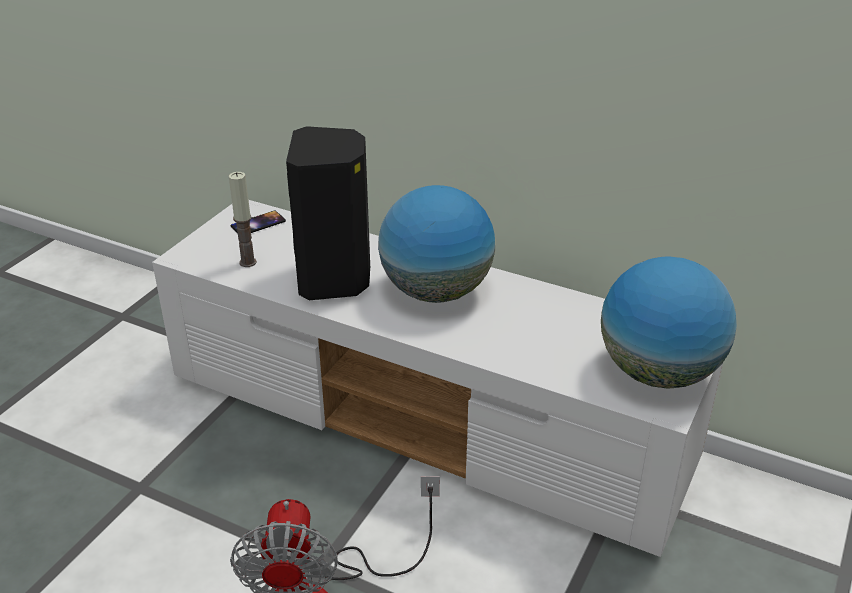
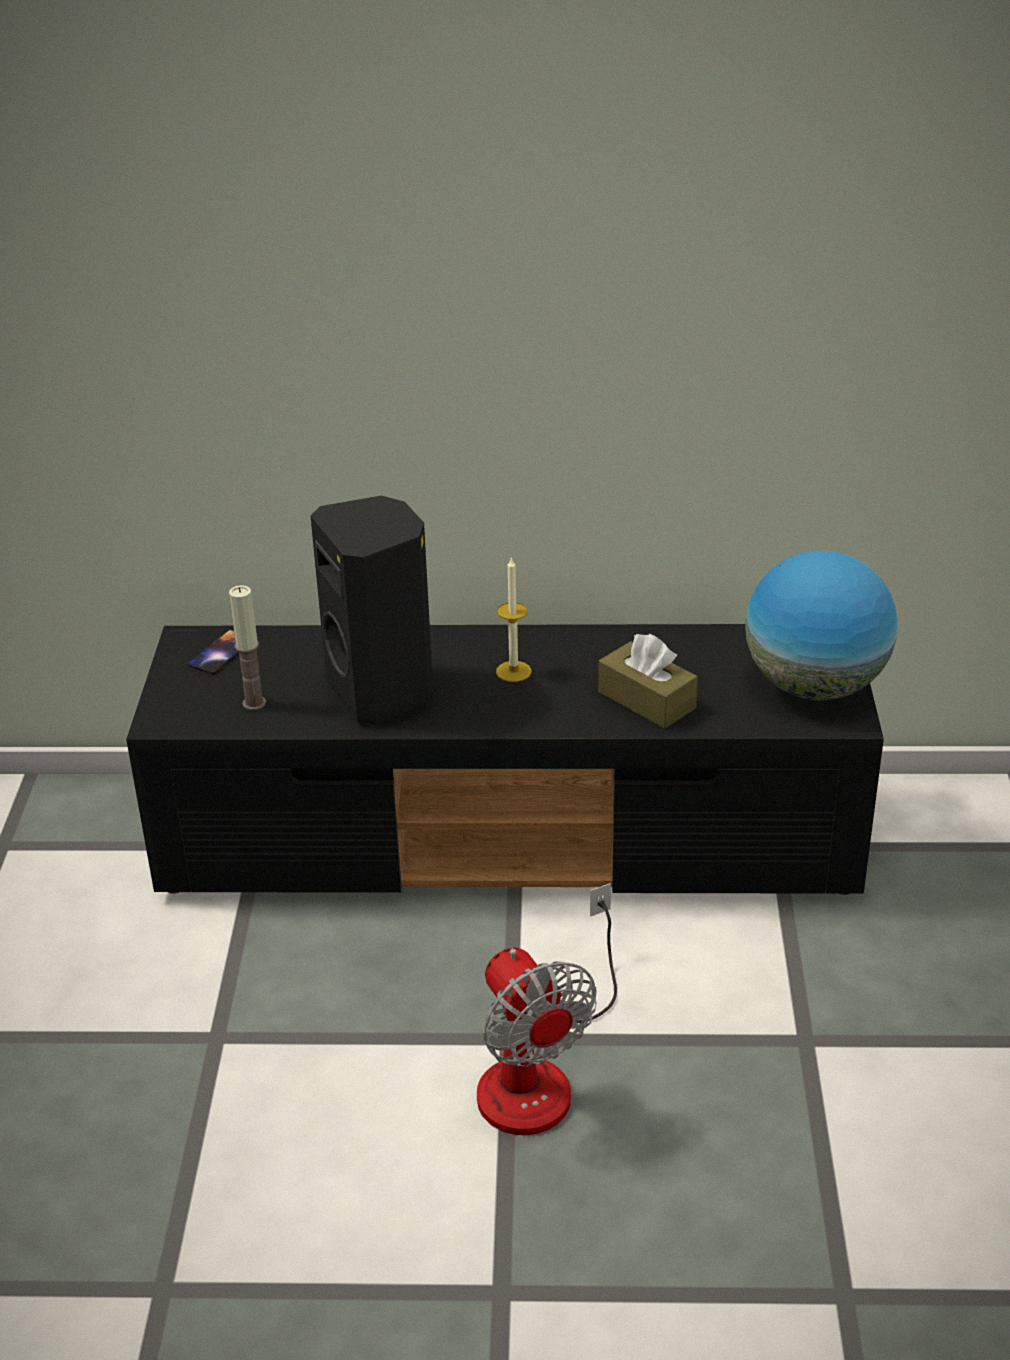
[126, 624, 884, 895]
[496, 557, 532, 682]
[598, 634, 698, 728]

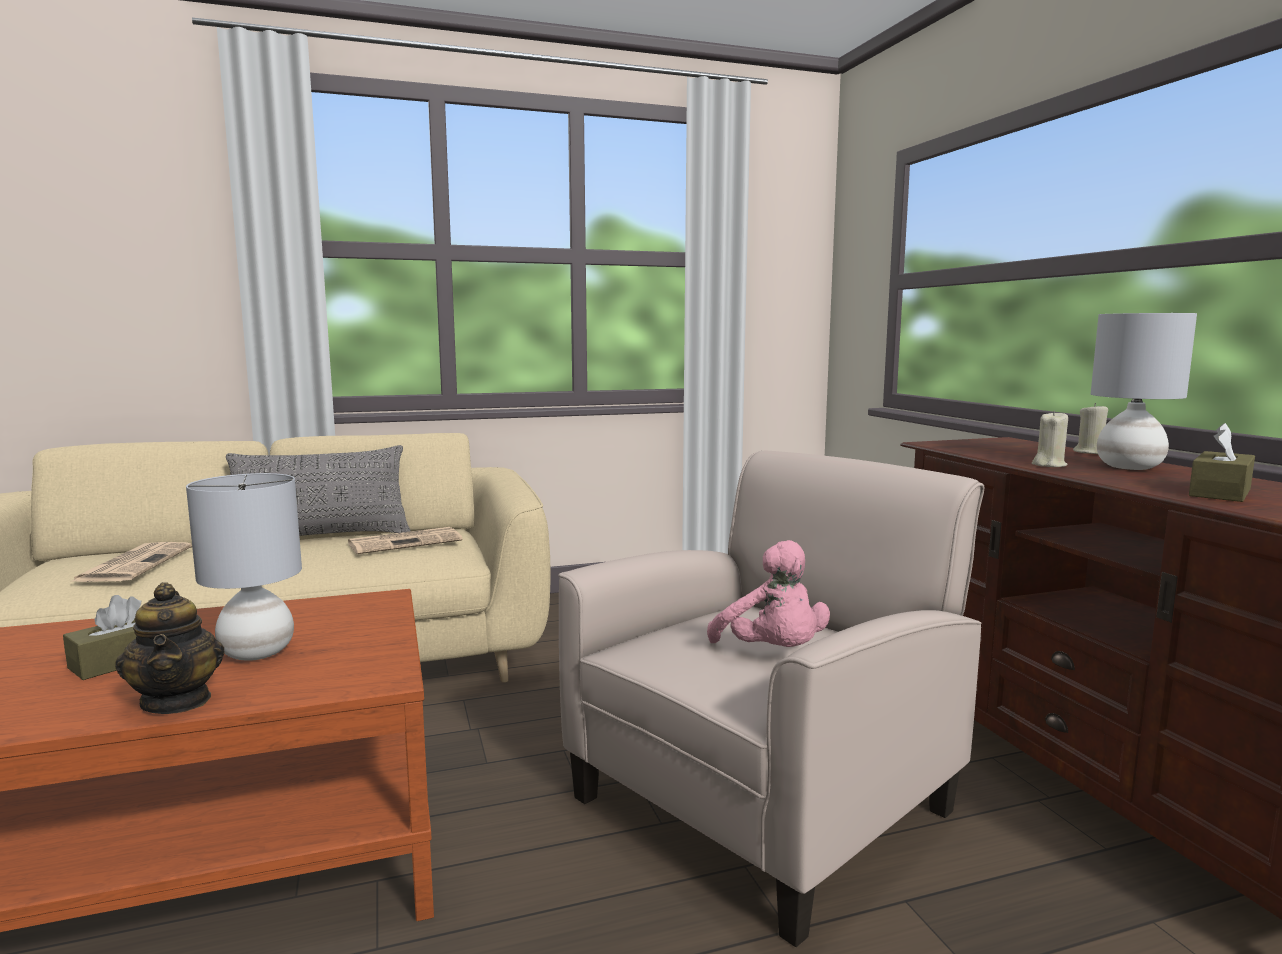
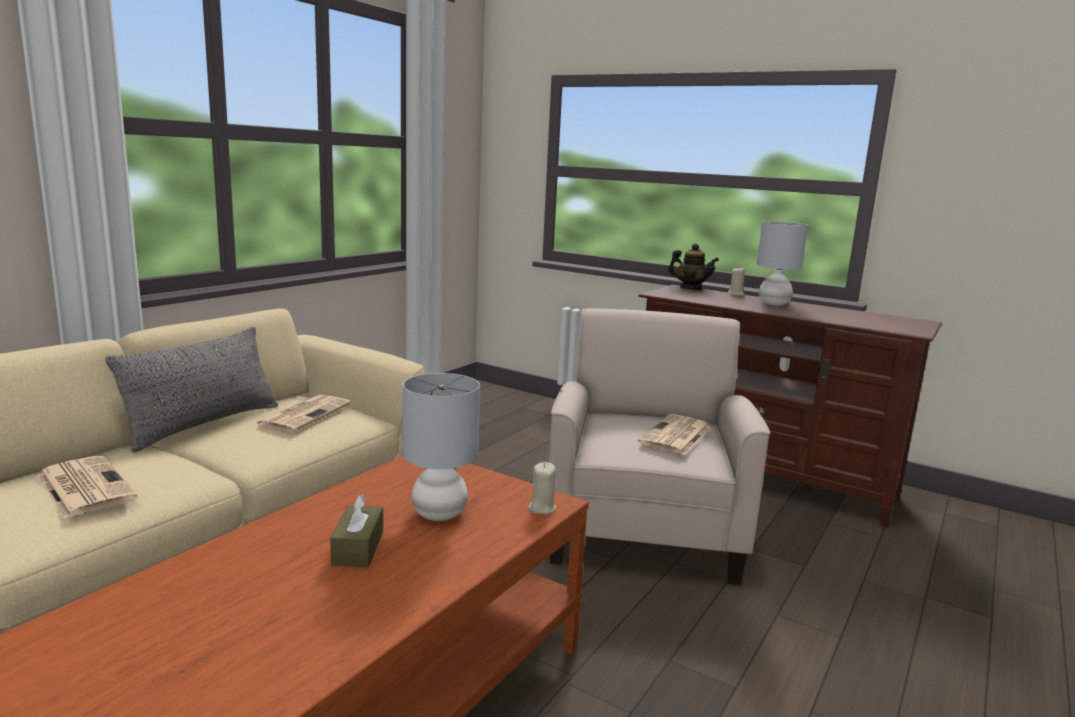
[668, 243, 719, 290]
[638, 414, 711, 455]
[528, 462, 556, 514]
[1189, 423, 1255, 502] (first image)

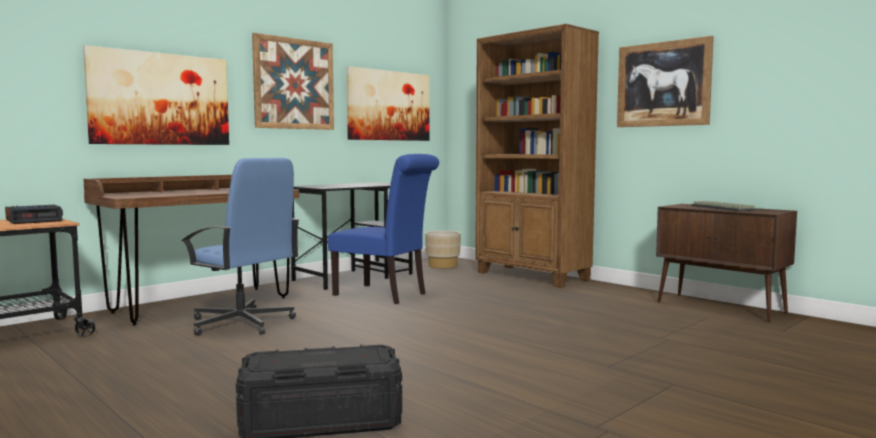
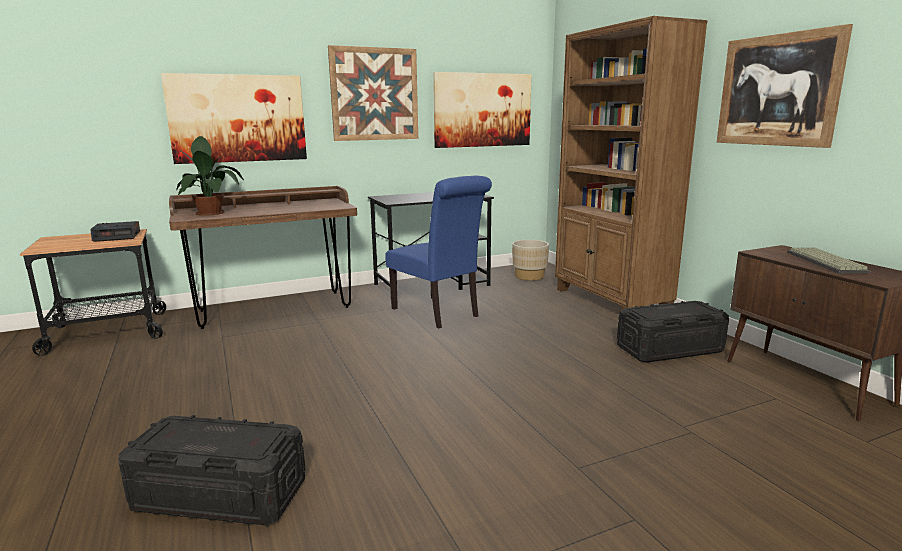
[181, 158, 300, 336] (first image)
[176, 136, 244, 216]
[617, 301, 729, 363]

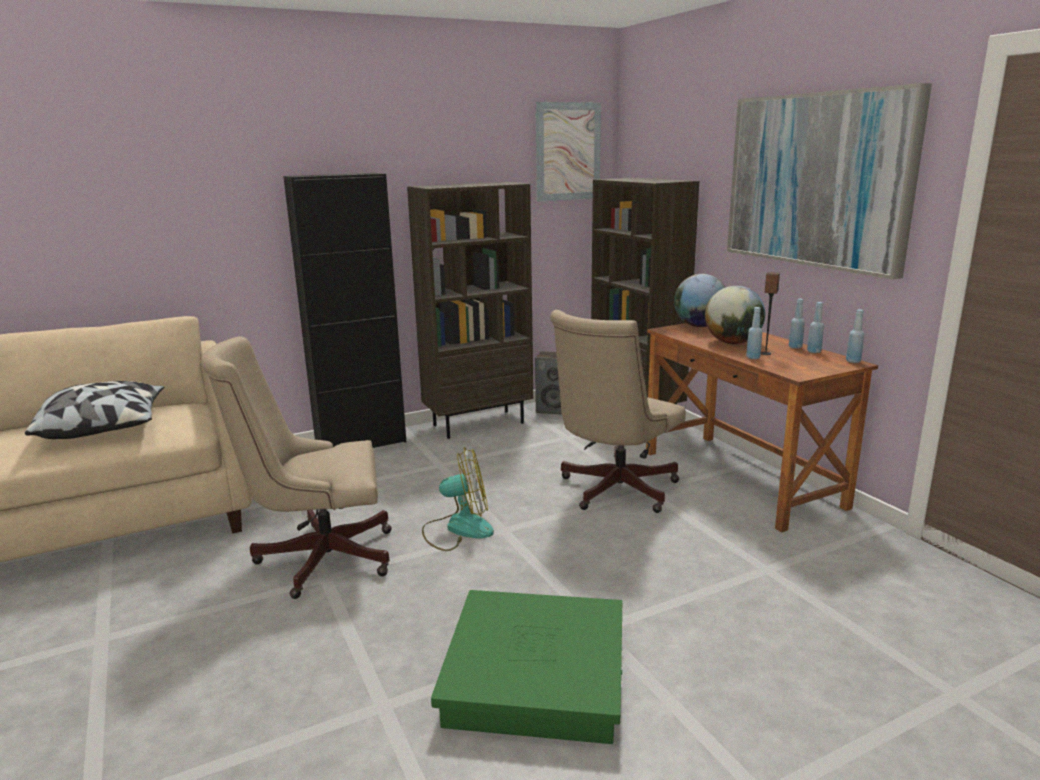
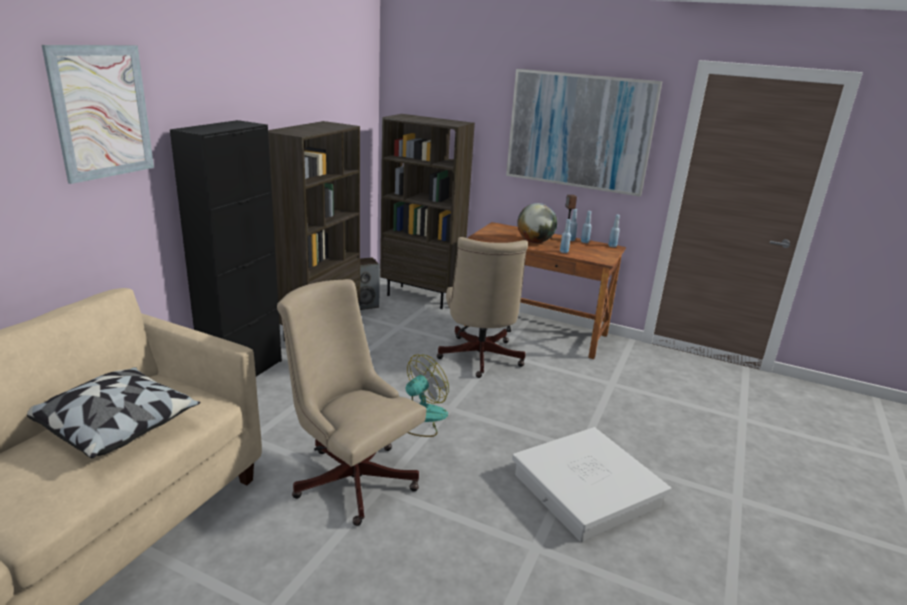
[277, 279, 426, 526]
[512, 427, 671, 542]
[42, 45, 154, 184]
[674, 274, 725, 327] (first image)

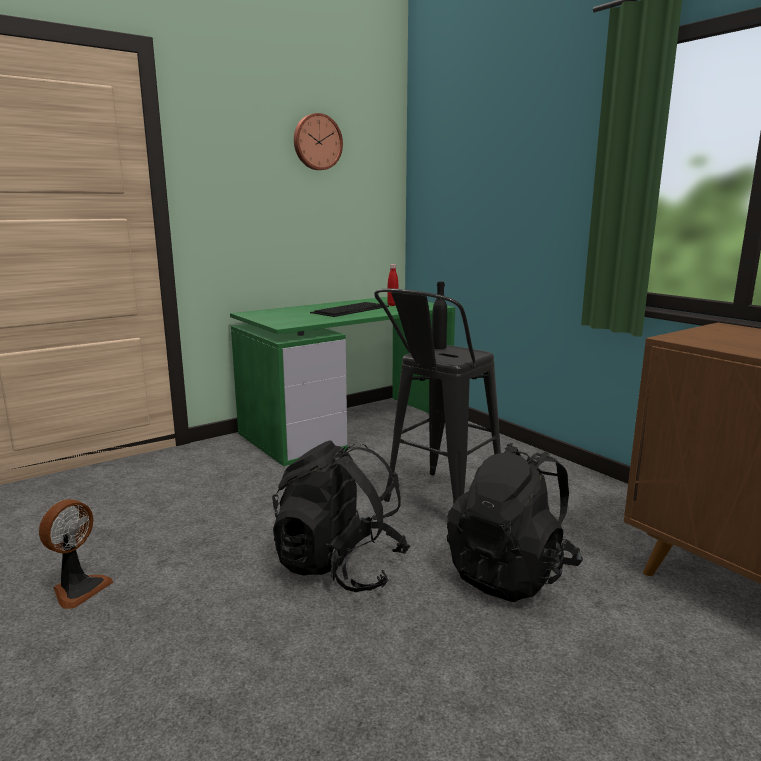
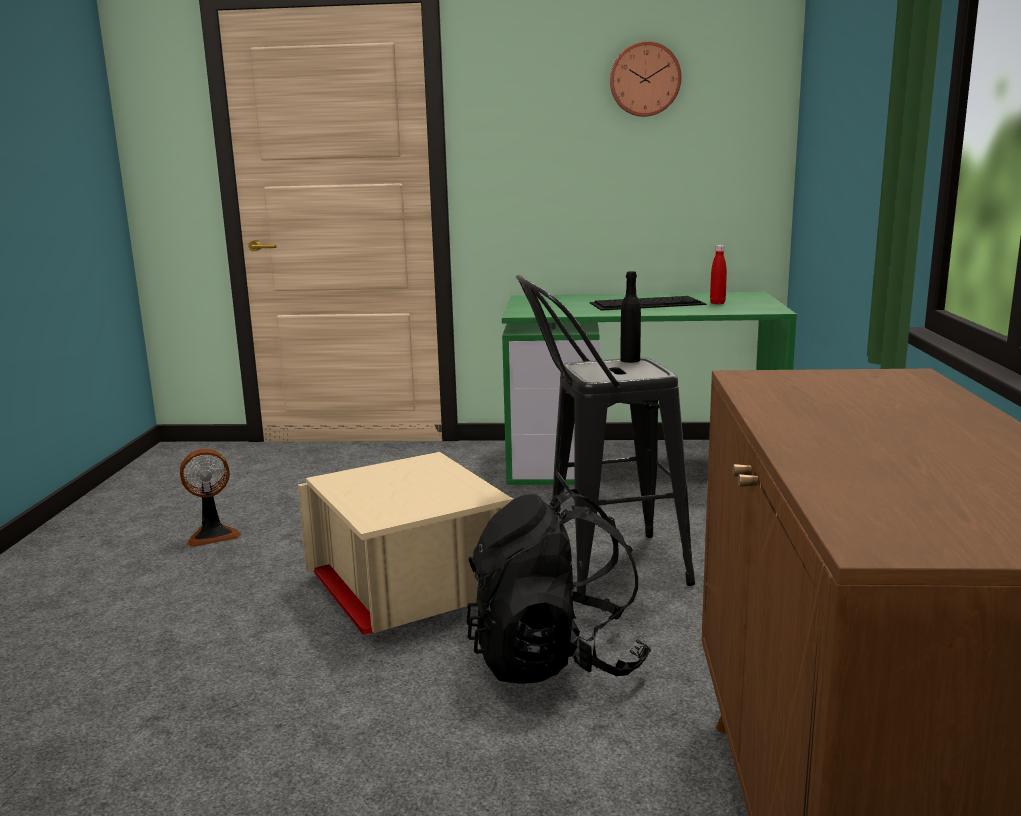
[298, 452, 513, 635]

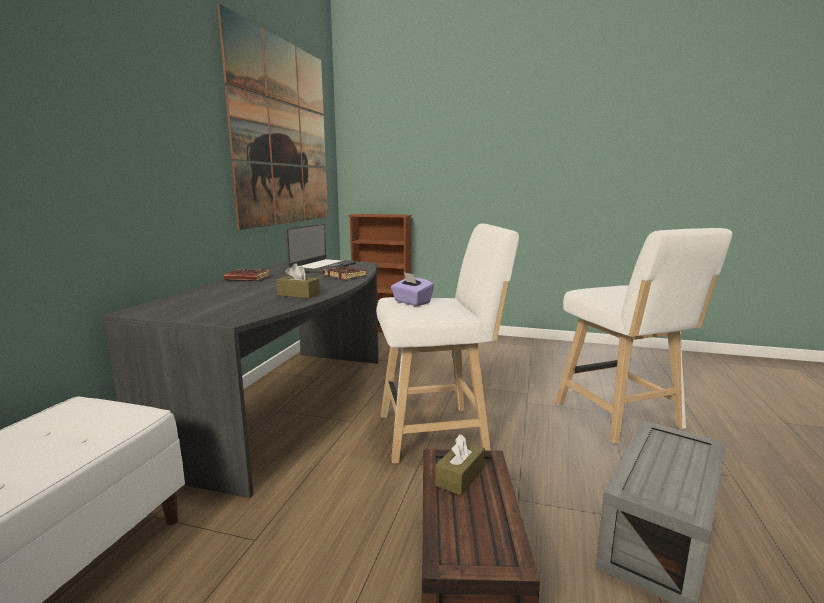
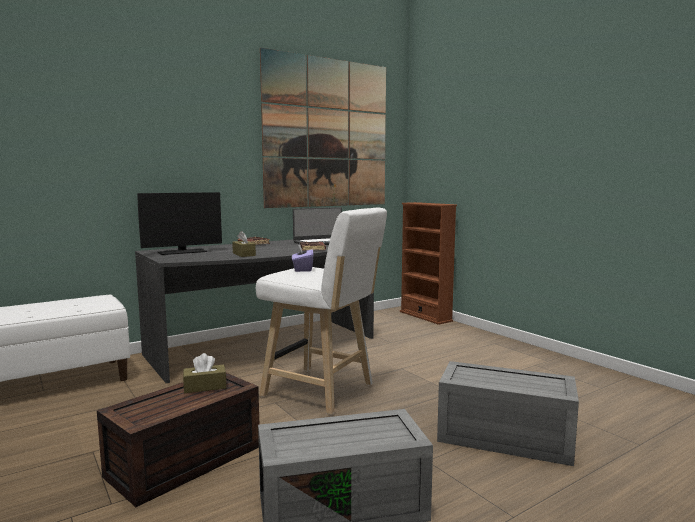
[437, 361, 579, 466]
[137, 192, 222, 255]

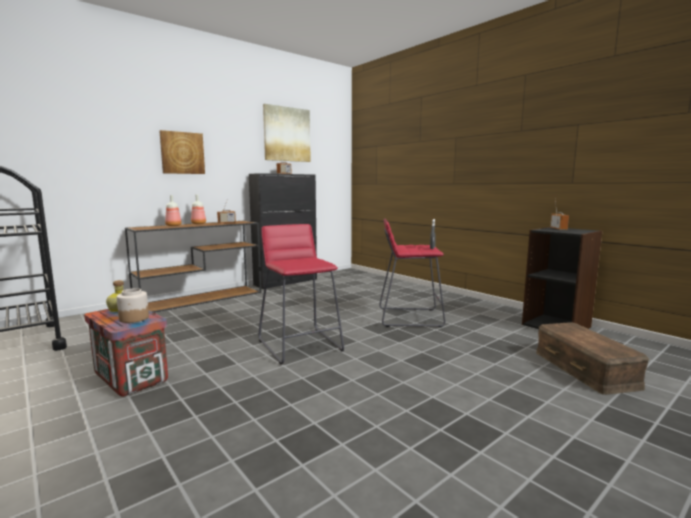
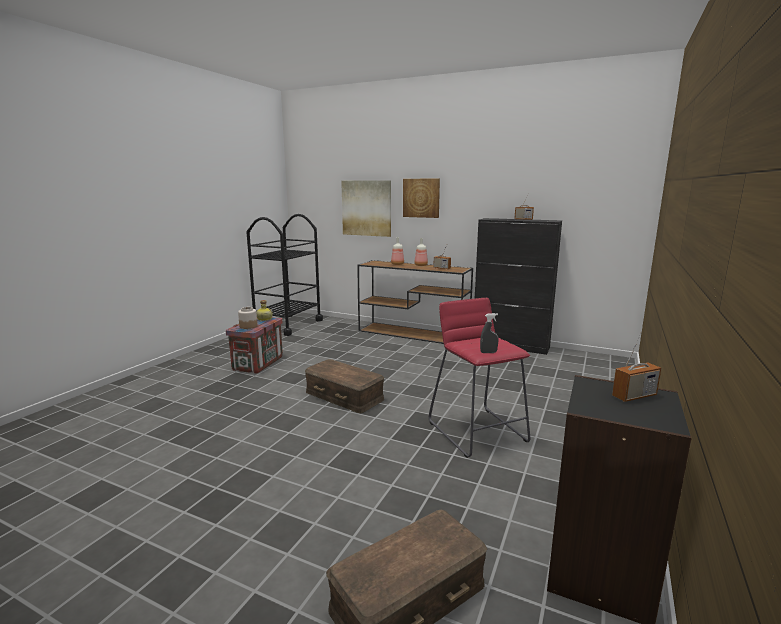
[305, 359, 384, 413]
[341, 180, 391, 237]

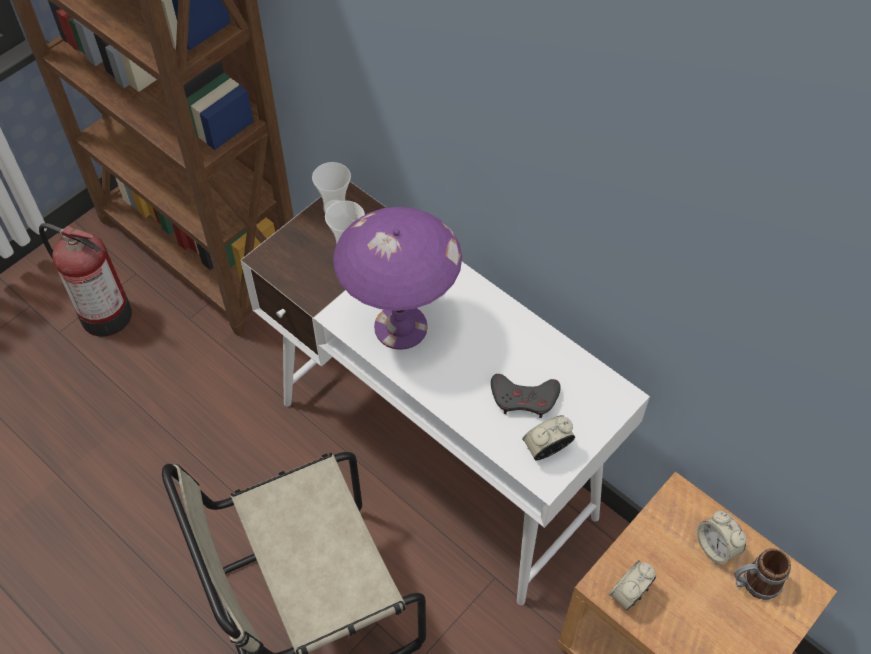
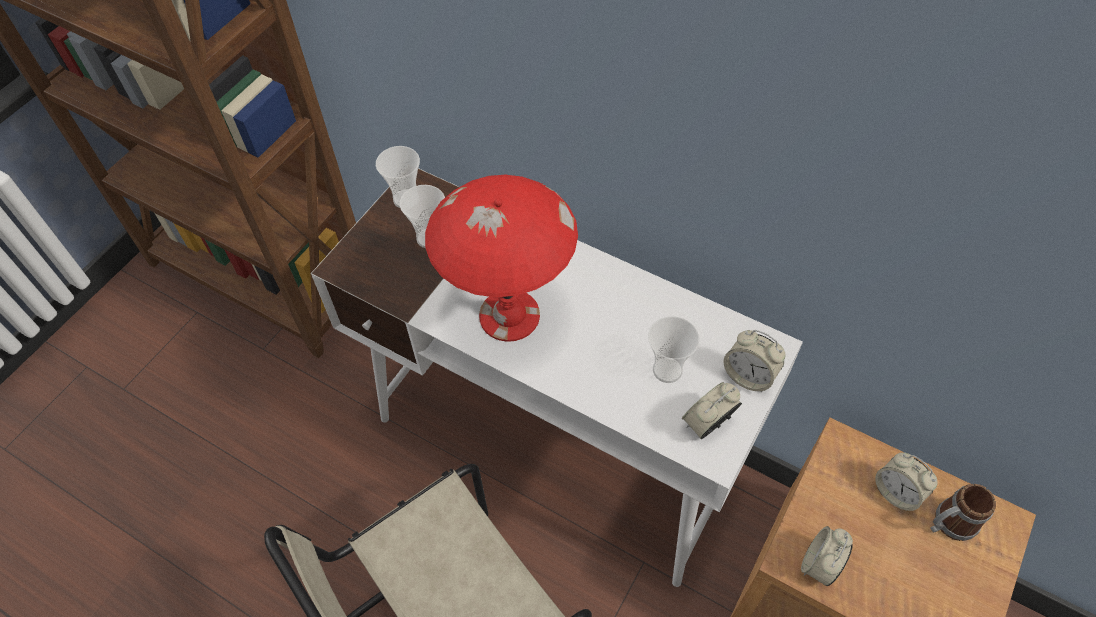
[39, 223, 132, 337] (first image)
[425, 175, 578, 342]
[648, 316, 700, 383]
[724, 330, 785, 392]

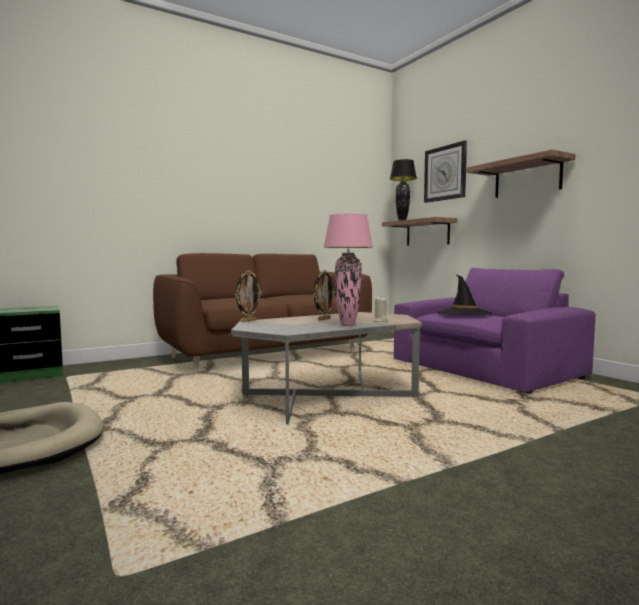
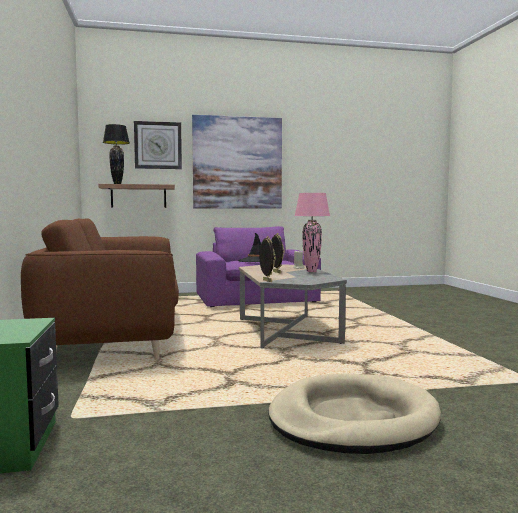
[192, 115, 282, 209]

